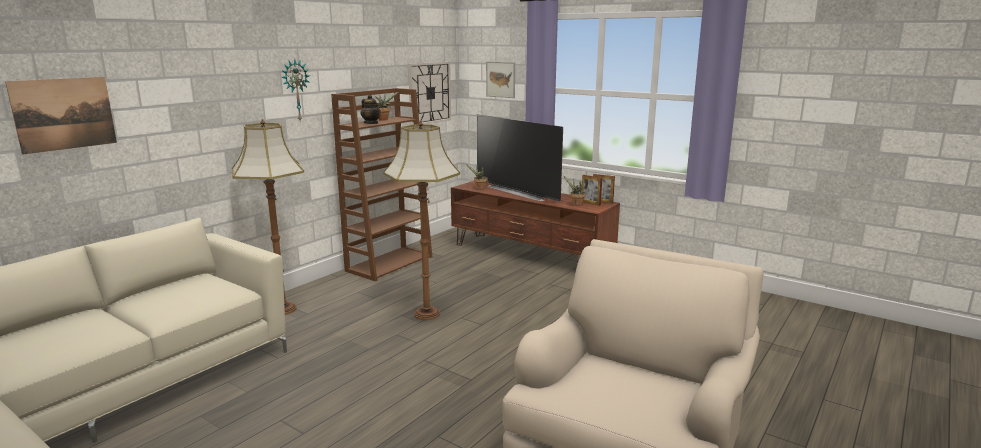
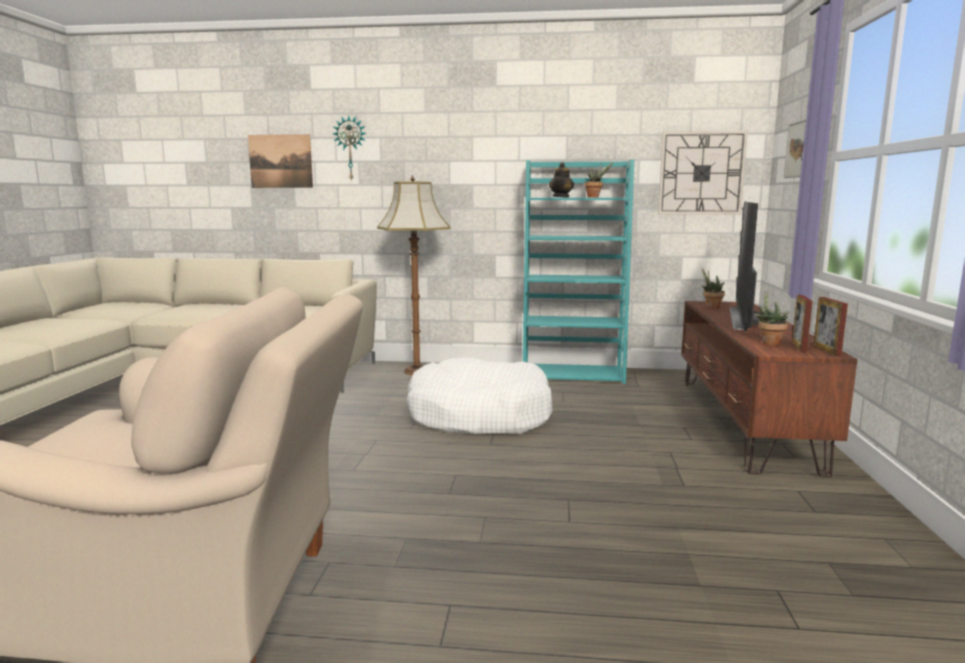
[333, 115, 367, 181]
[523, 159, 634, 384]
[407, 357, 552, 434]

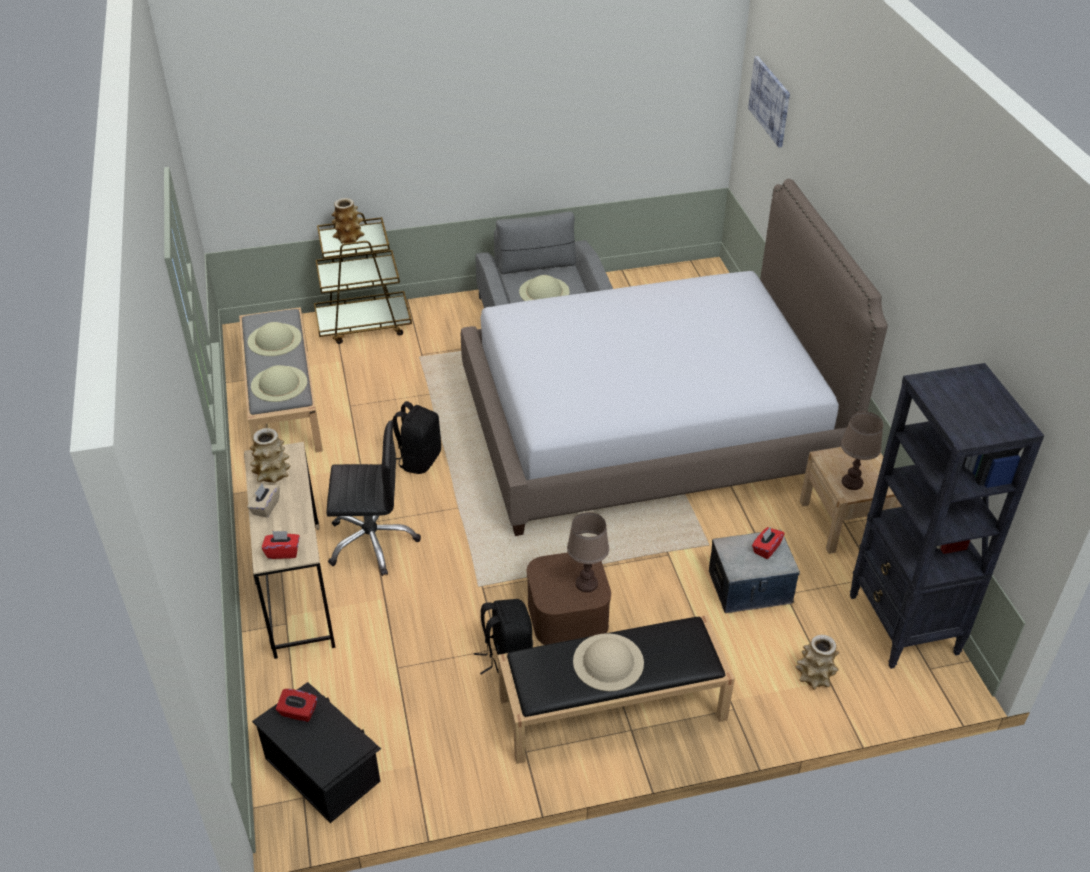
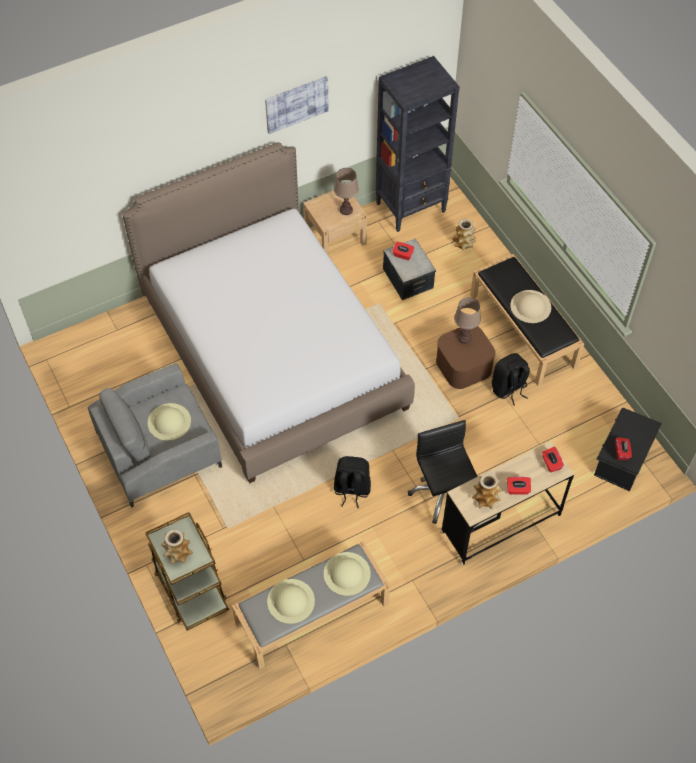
[507, 477, 531, 495]
[265, 76, 329, 134]

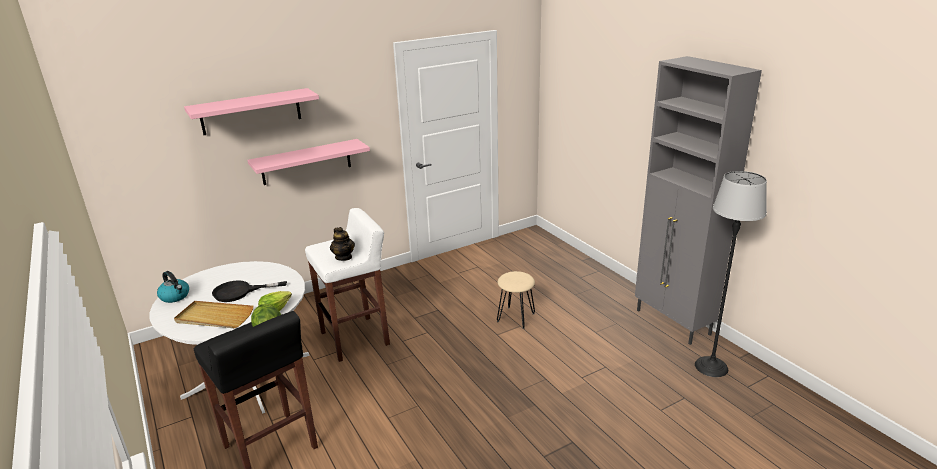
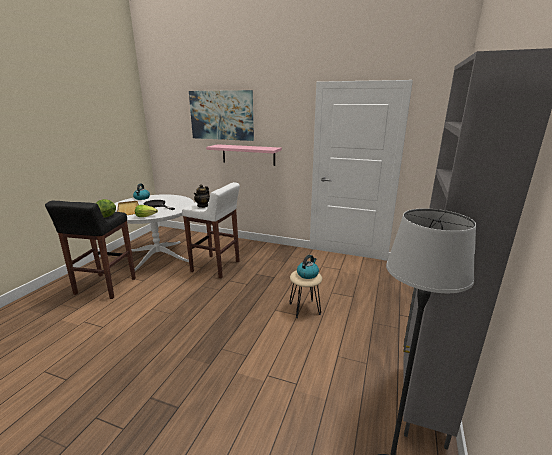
[189, 90, 254, 141]
[297, 255, 319, 279]

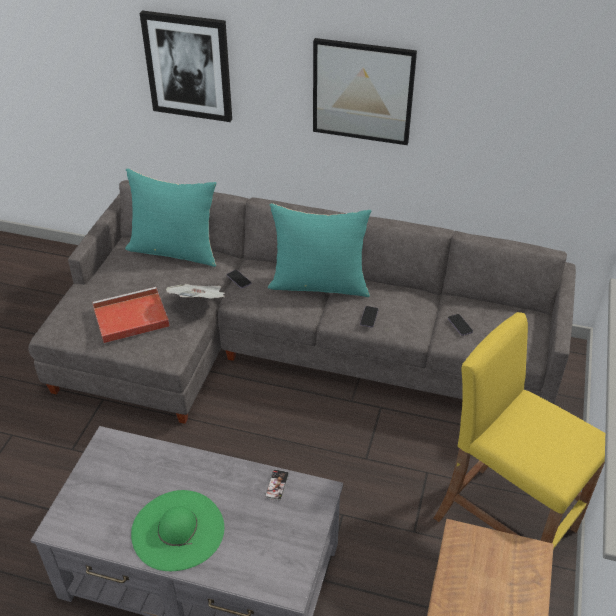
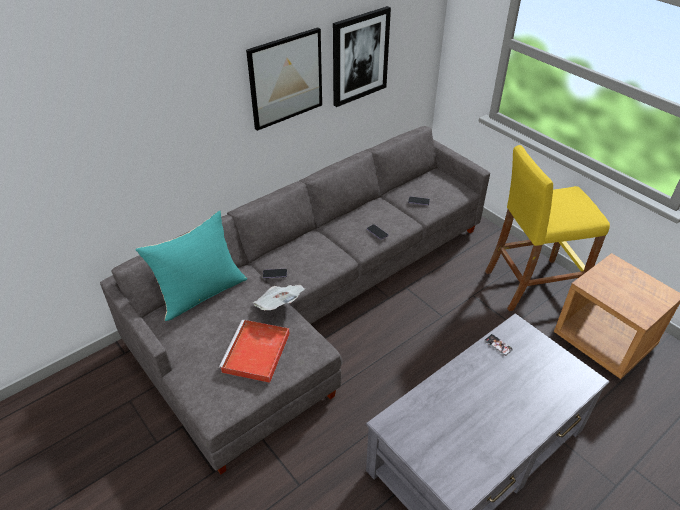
[131, 490, 224, 571] (first image)
[333, 6, 391, 107]
[268, 203, 371, 297] (first image)

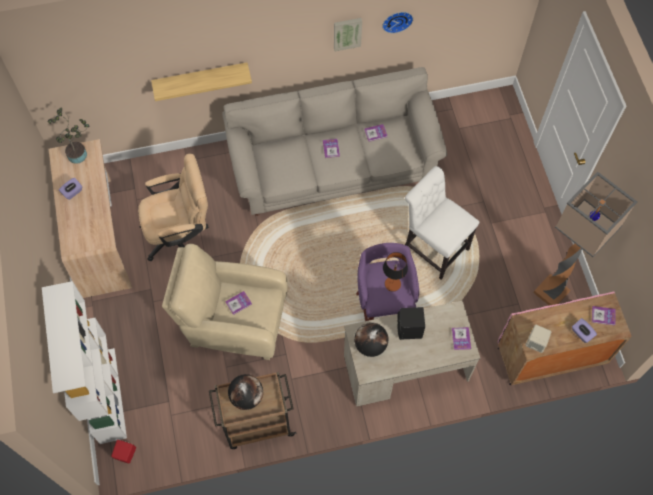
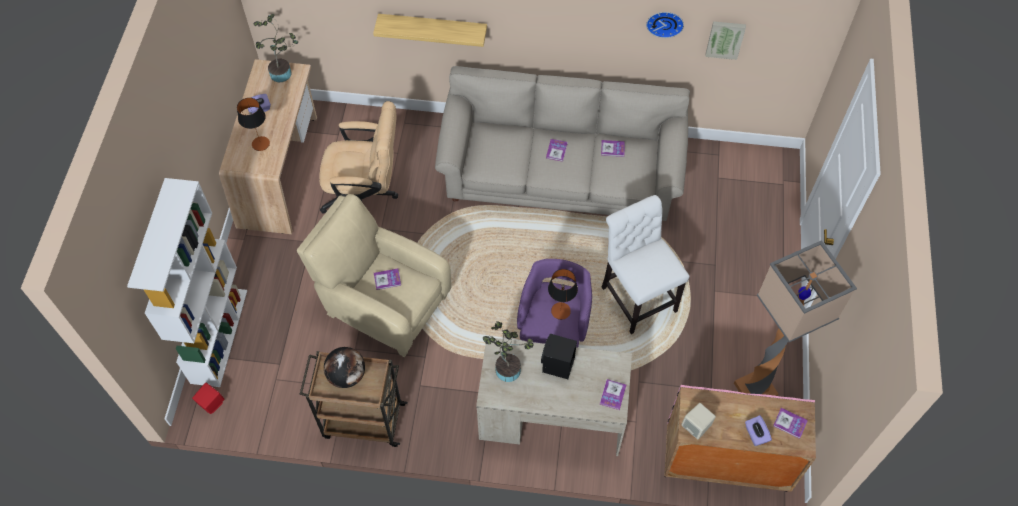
[705, 21, 746, 60]
[483, 321, 533, 382]
[237, 98, 270, 151]

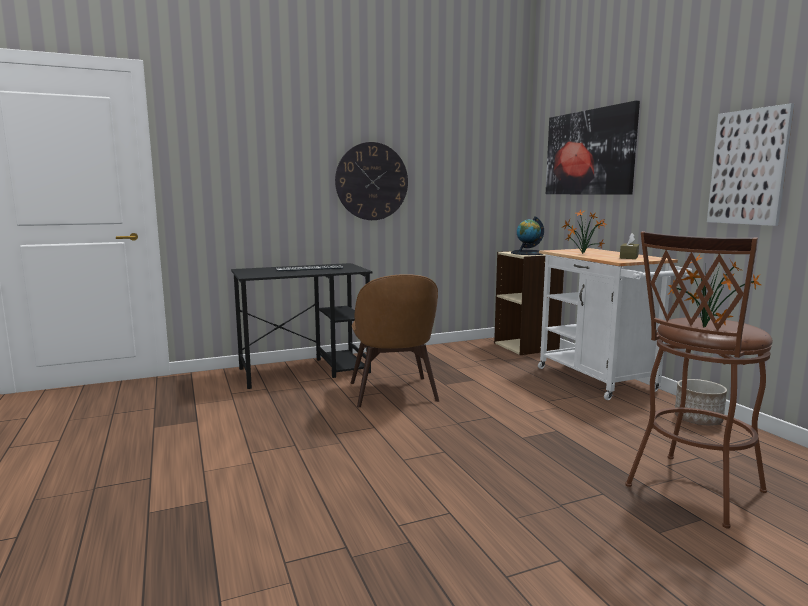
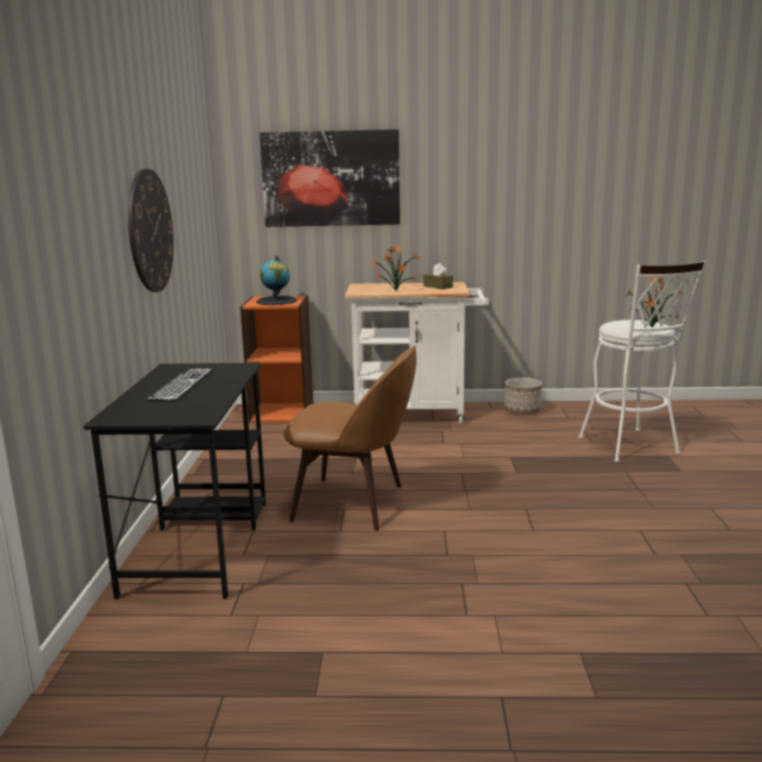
[240, 296, 314, 423]
[579, 261, 706, 462]
[707, 103, 794, 226] (first image)

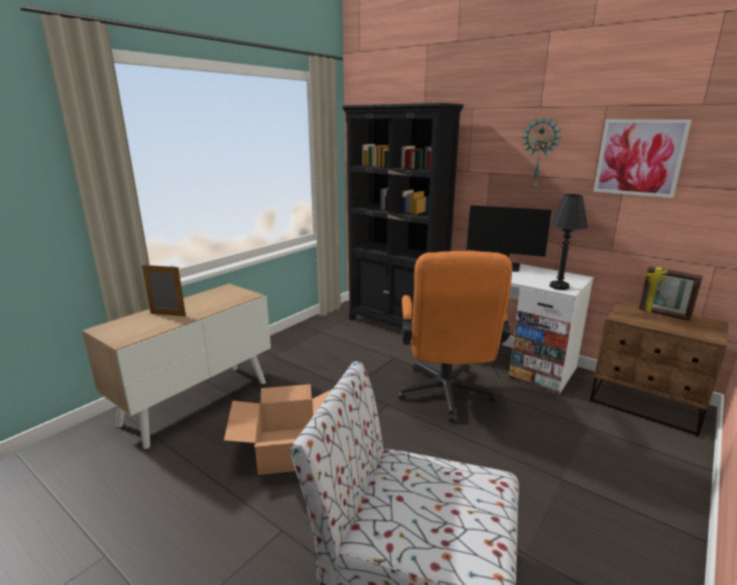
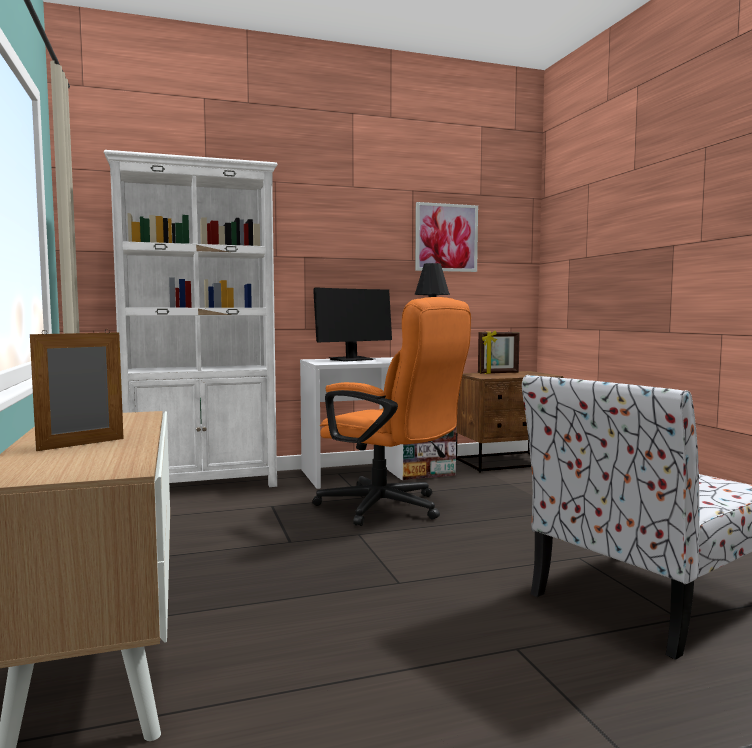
[224, 384, 332, 475] (first image)
[104, 150, 277, 487]
[522, 116, 561, 190] (first image)

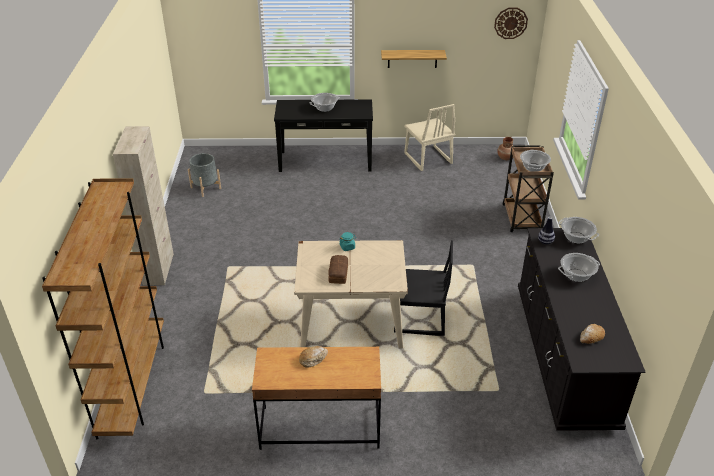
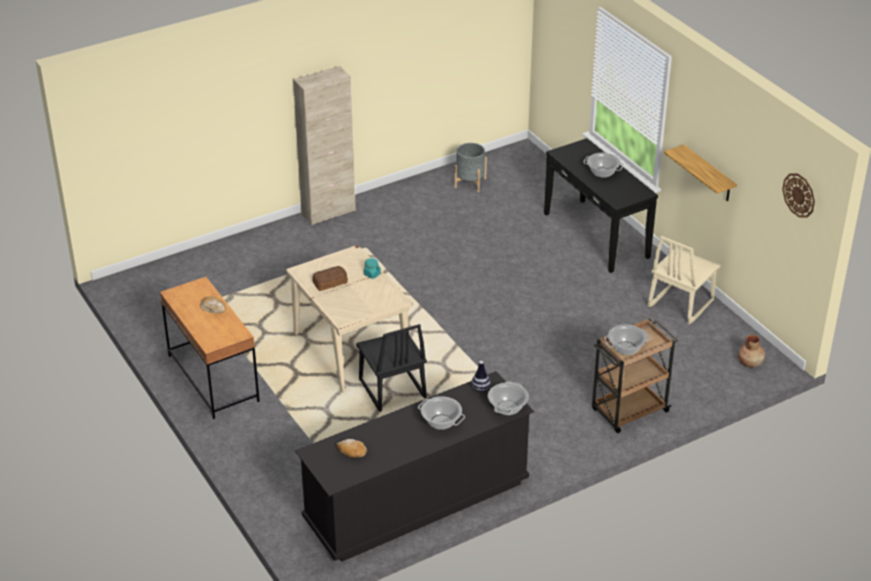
[42, 178, 164, 440] (first image)

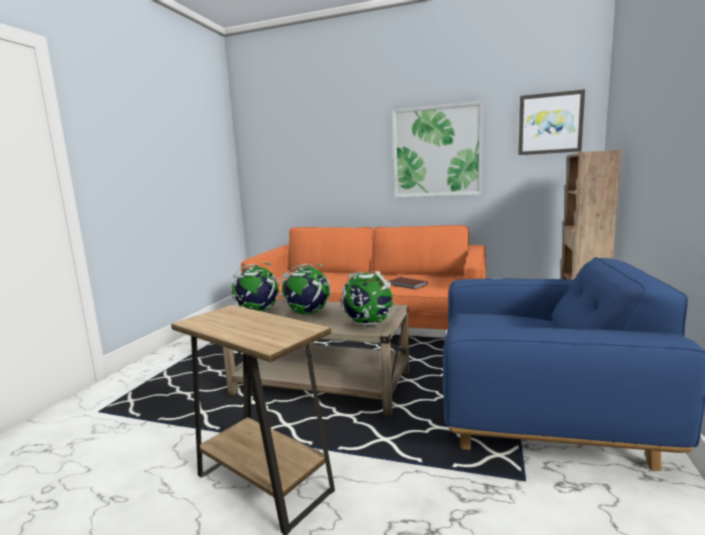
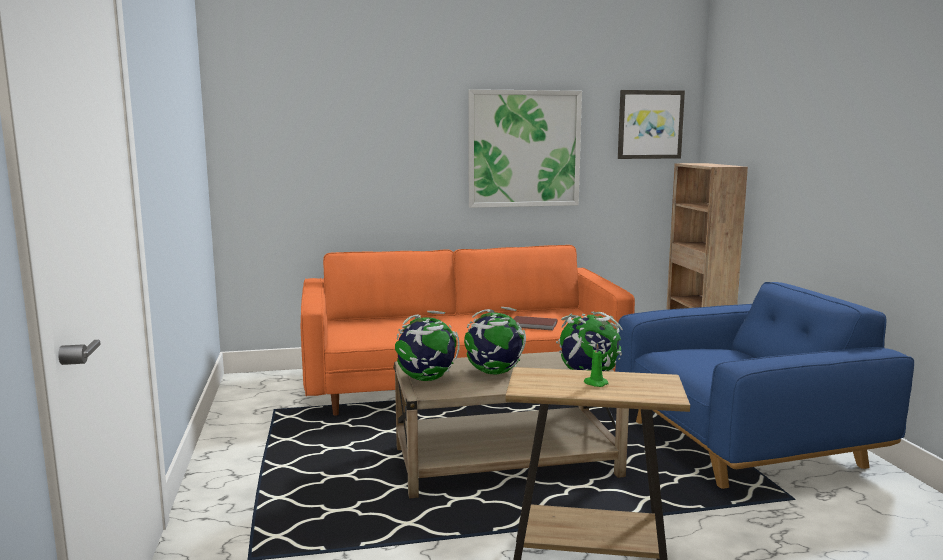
[584, 343, 609, 387]

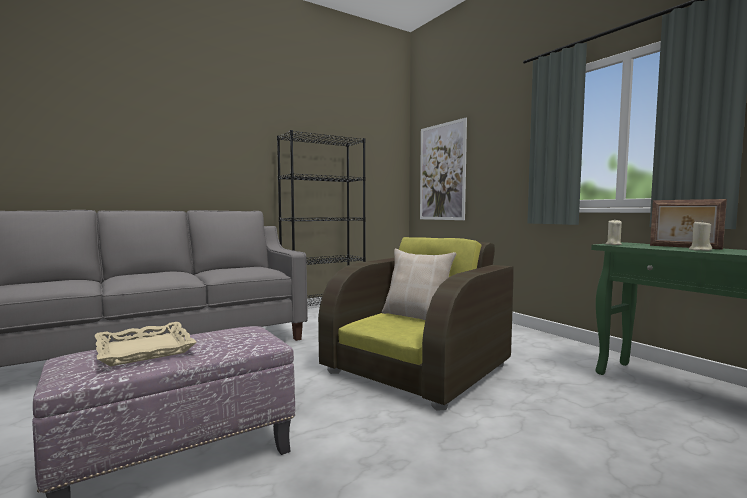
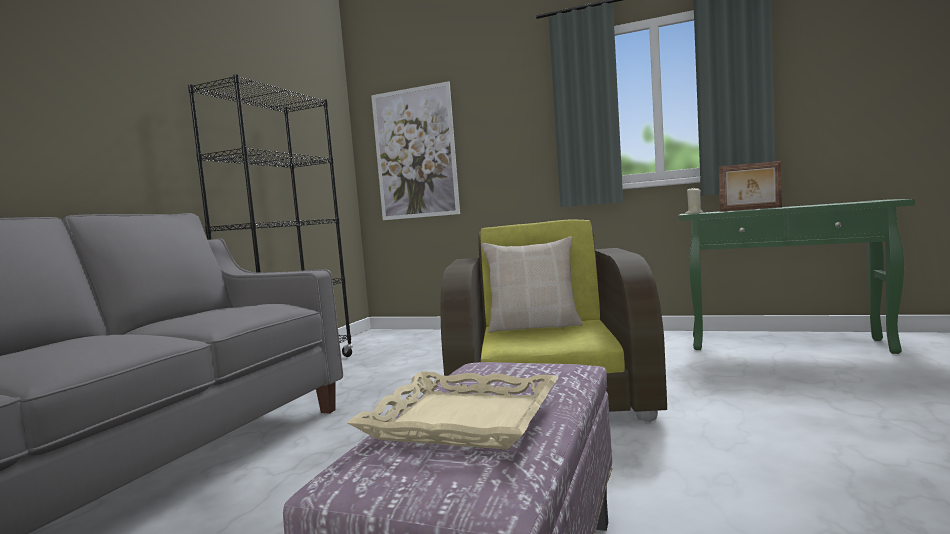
[689, 220, 712, 251] (first image)

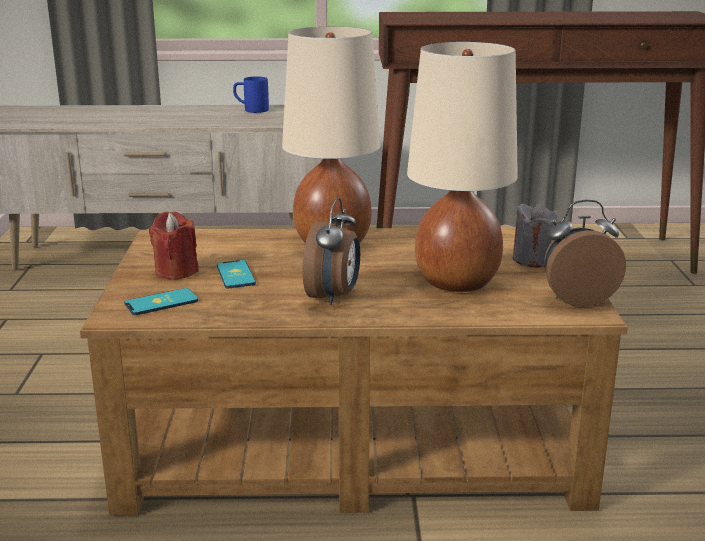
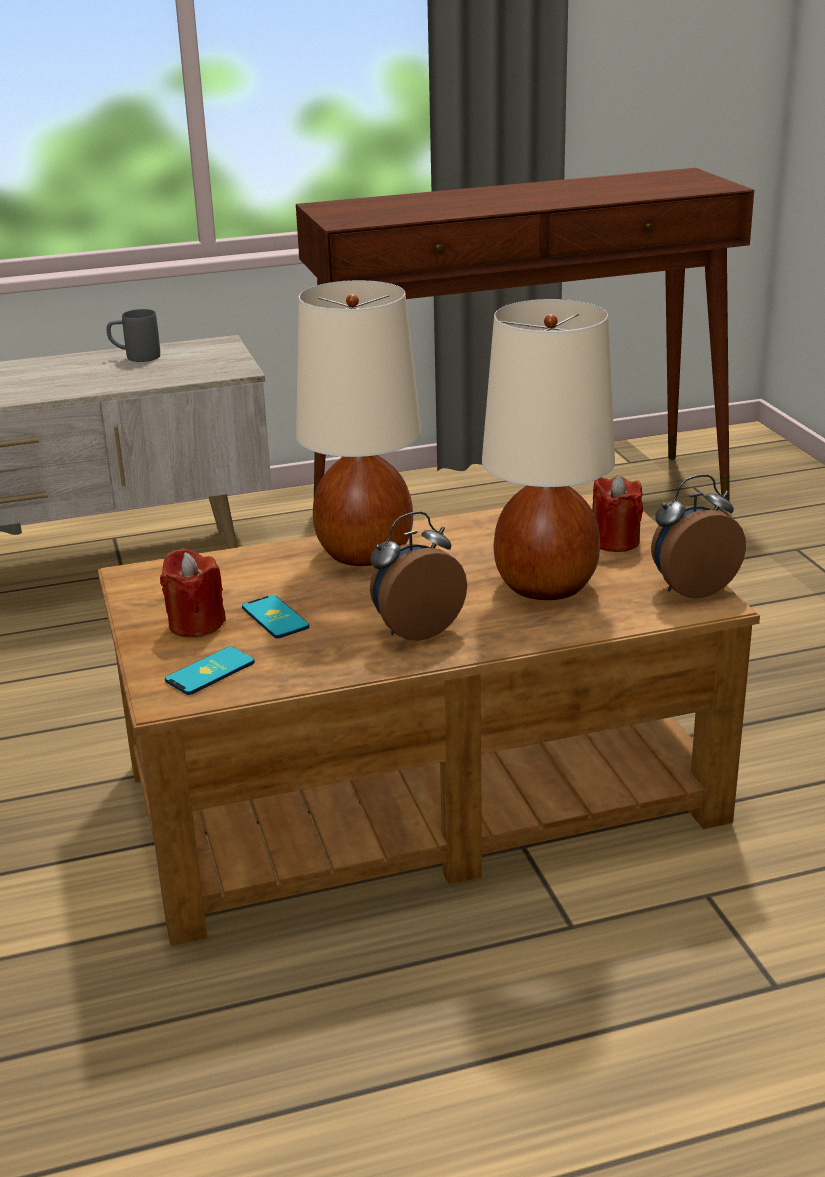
[106, 309, 160, 362]
[370, 511, 467, 641]
[592, 475, 643, 552]

